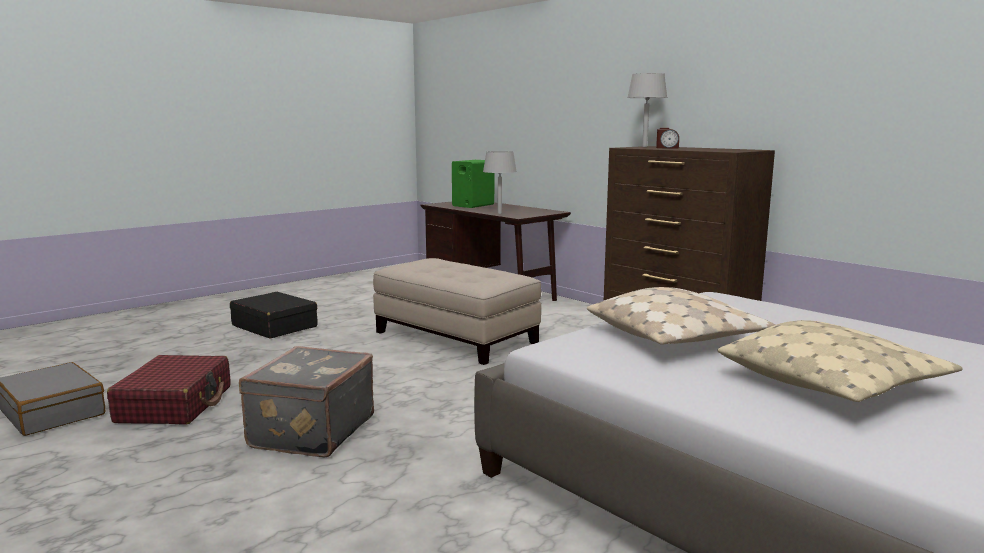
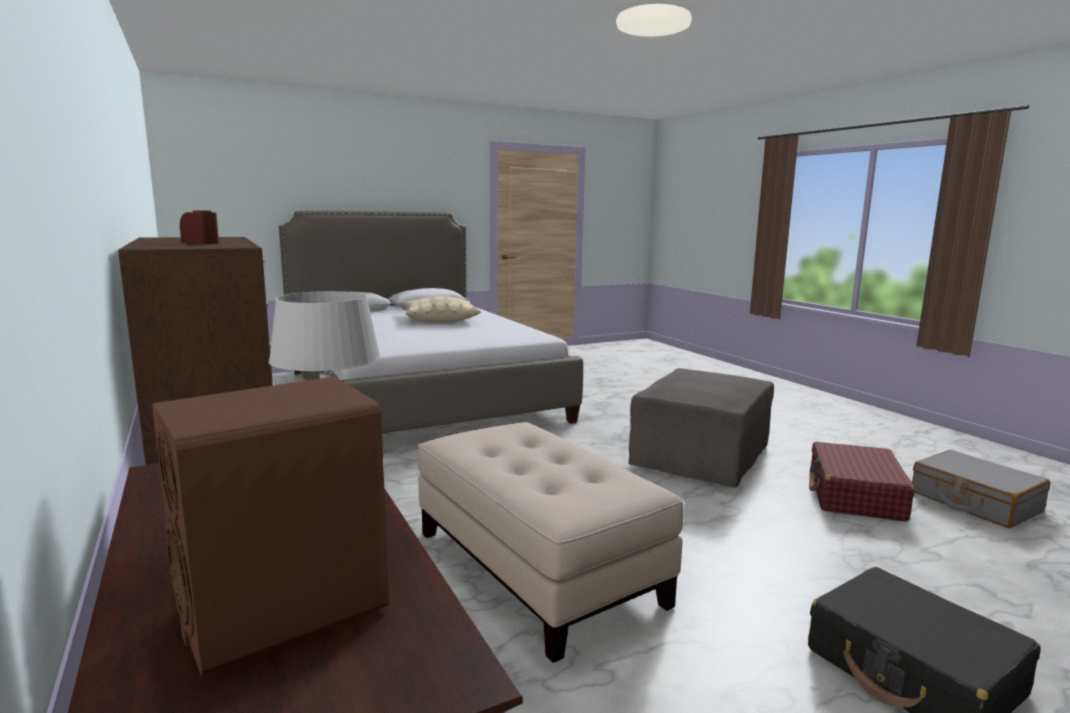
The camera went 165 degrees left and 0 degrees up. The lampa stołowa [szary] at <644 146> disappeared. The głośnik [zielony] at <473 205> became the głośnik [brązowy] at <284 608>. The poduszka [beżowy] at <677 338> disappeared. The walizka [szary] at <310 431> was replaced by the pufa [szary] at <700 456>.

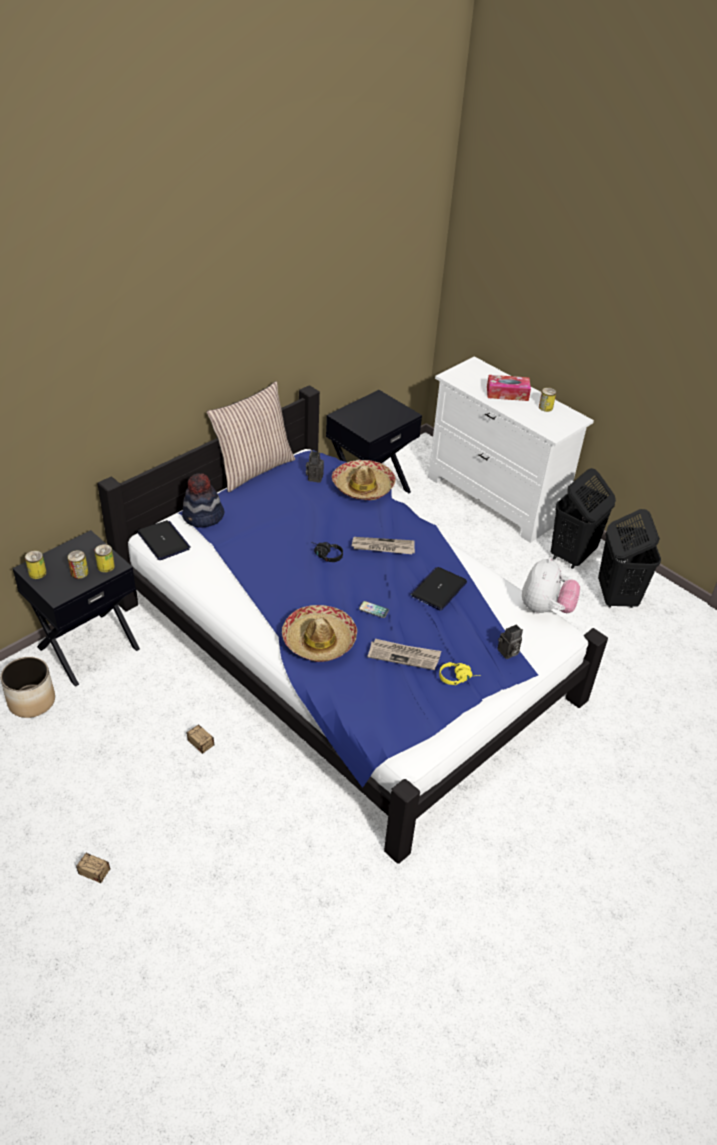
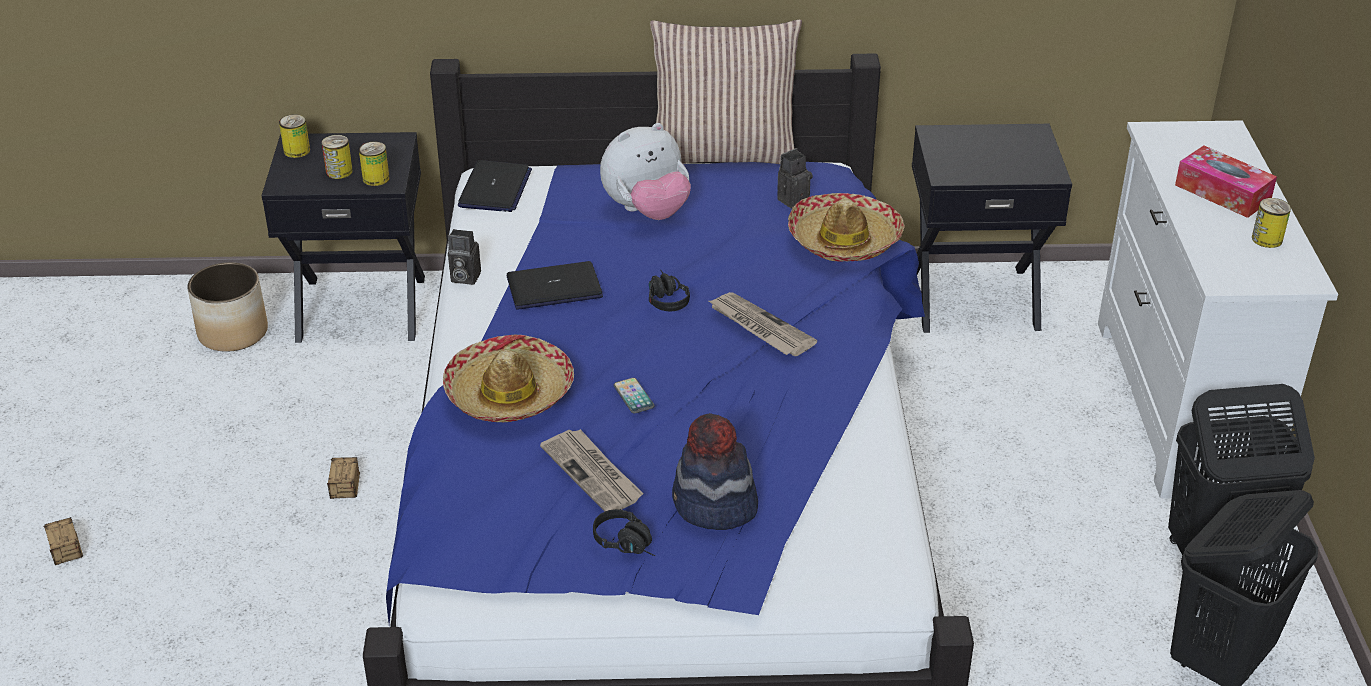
The camera went 45 degrees right and 5 degrees down. The kapelusz moved from <203 517> to <714 506>. The pluszak moved from <545 608> to <647 211>. The laptop moved from <438 589> to <554 287>. The aparat fotograficzny moved from <507 653> to <463 277>. The słuchawki [żółty] at <458 677> became the słuchawki [czarny] at <629 544>.

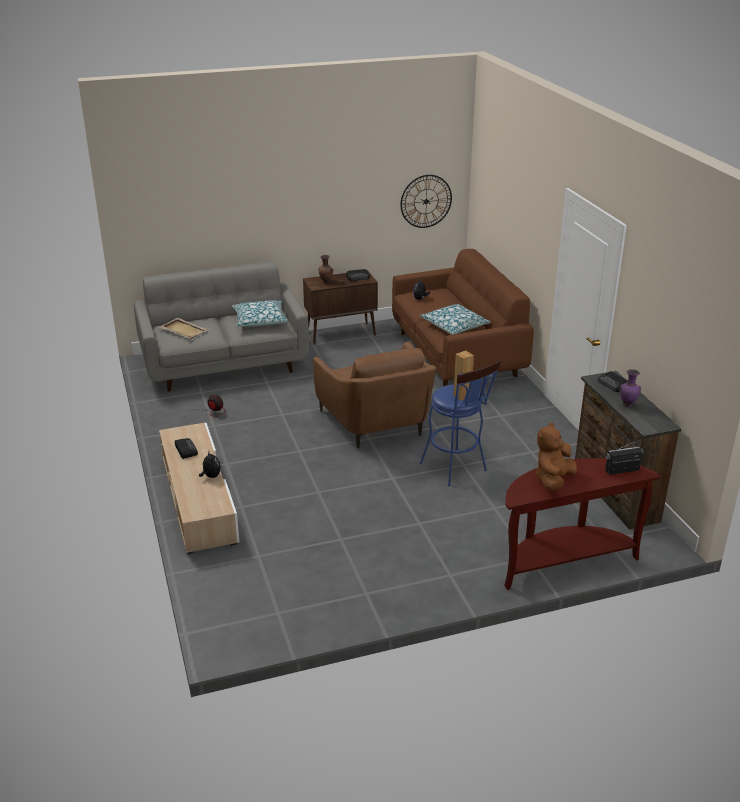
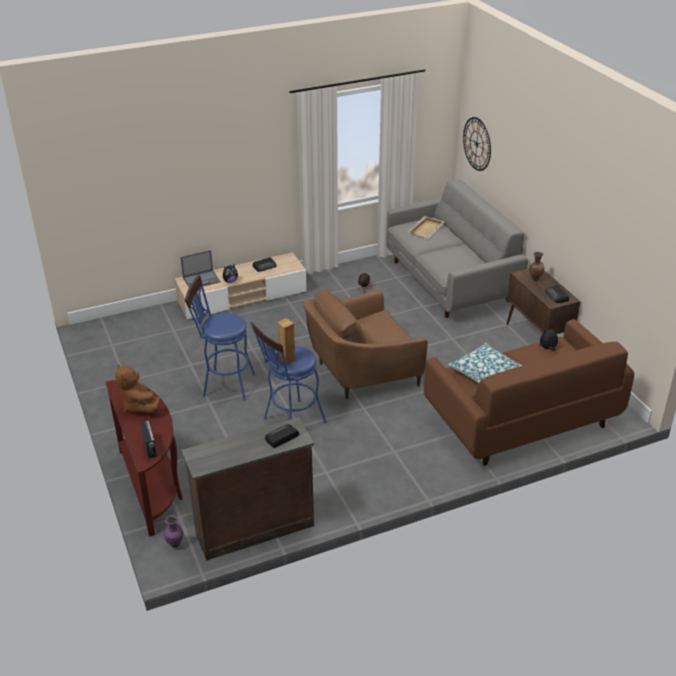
The camera went 85 degrees right and 5 degrees up. The zegar ścienny moved from <426 201> to <477 144>. The poduszka at <260 320> disappeared. The wazon [fioletowy] moved from <628 404> to <175 545>. The pluszak [brązowy] at <553 480> turned 150 degrees counterclockwise. The laptop at <202 279> appeared. The stołek [niebieski] at <224 384> appeared.

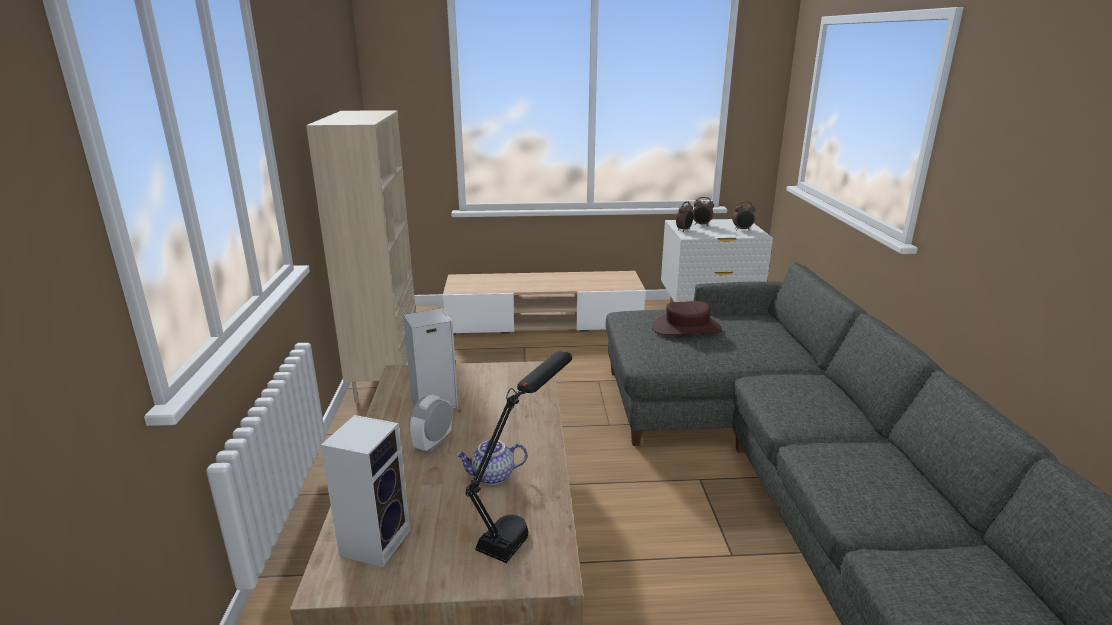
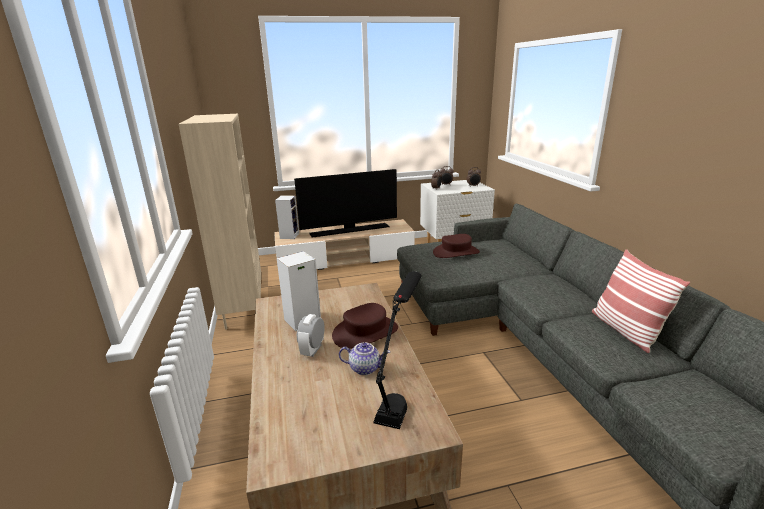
The camera went 10 degrees left and 0 degrees up. The głośnik moved from <375 540> to <289 235>. The imbryk at <492 477> turned 150 degrees counterclockwise. The telewizor at <350 230> appeared. The poduszka at <625 330> appeared. The kapelusz [brązowy] at <365 332> appeared.

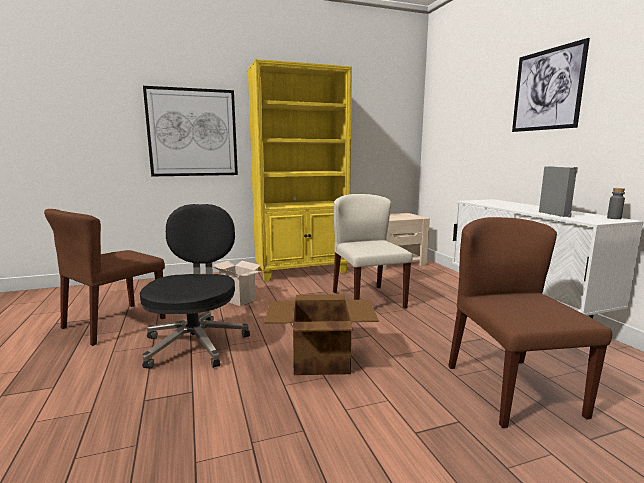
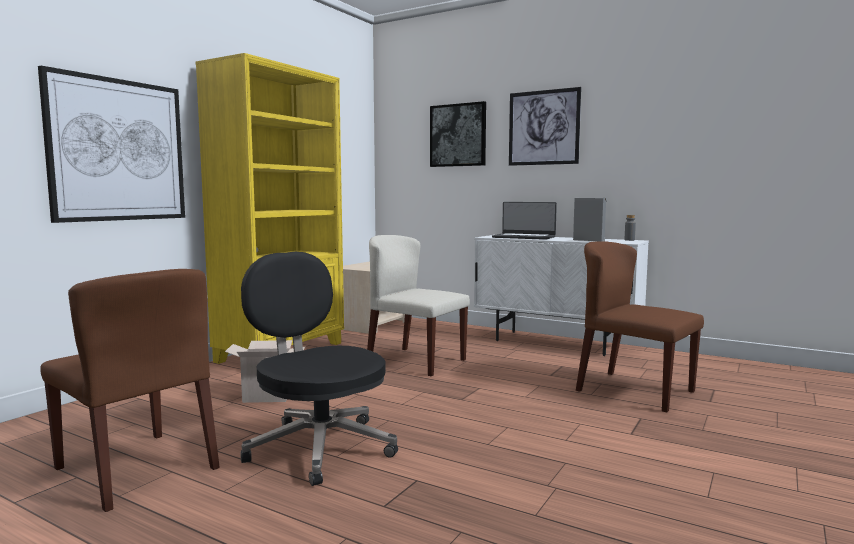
The camera went 40 degrees left and 5 degrees down. The krzesło [brązowy] at <114 323> turned 45 degrees counterclockwise. The karton at <320 359> disappeared. The obraz at <458 135> appeared. The laptop at <524 237> appeared.

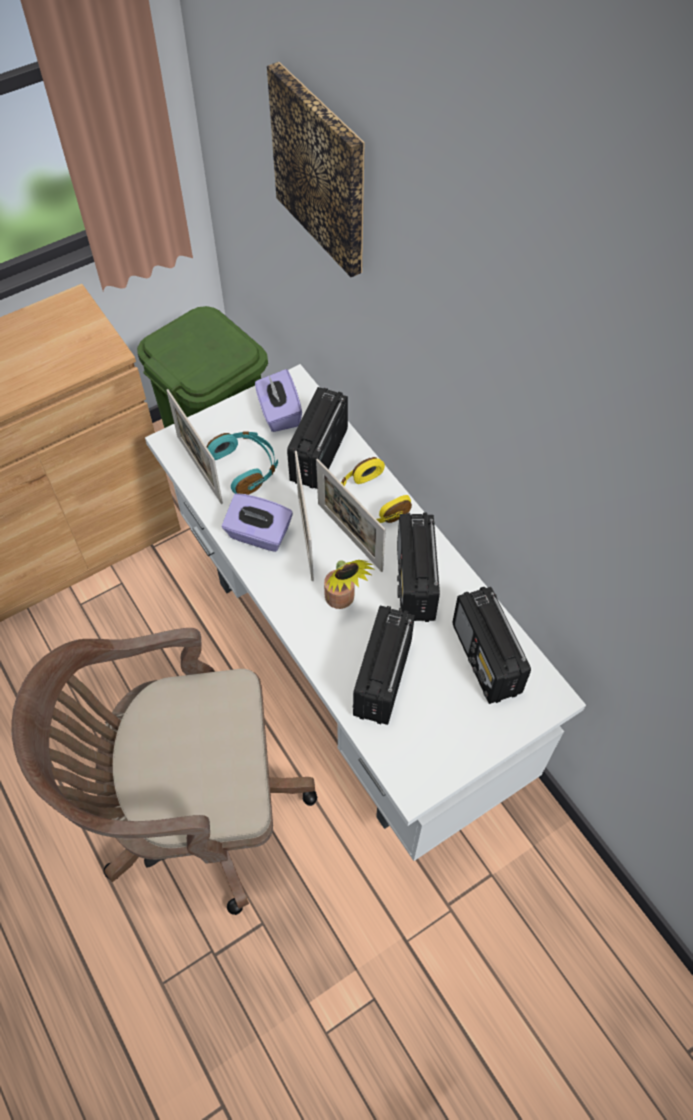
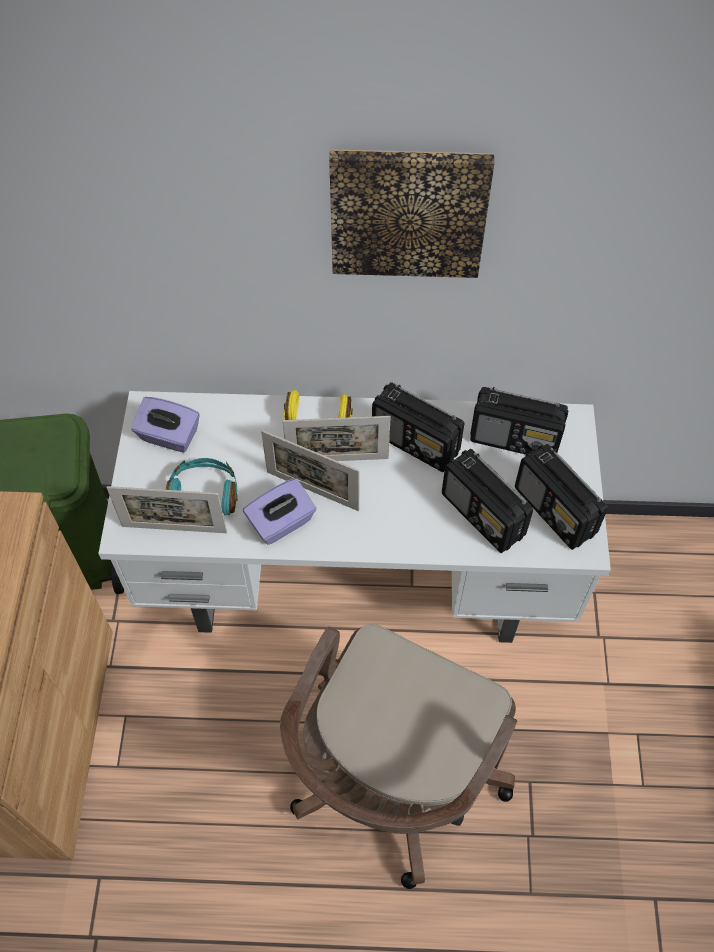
The camera went 55 degrees left and 0 degrees up. The obraz moved from <322 170> to <408 212>. The radio moved from <318 456> to <555 512>. The roślina doniczkowa at <342 601> disappeared.

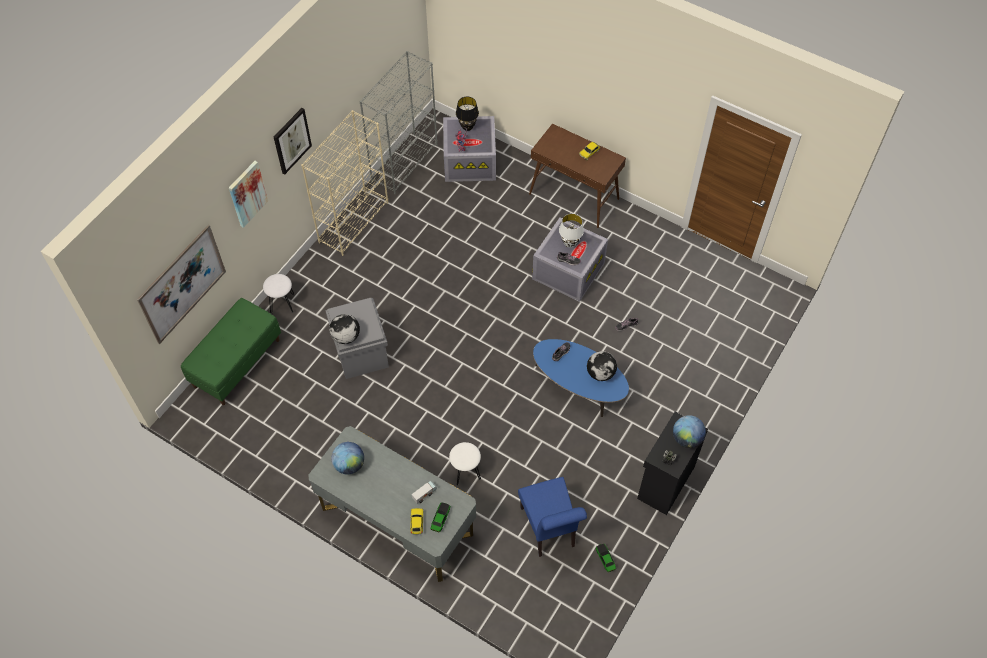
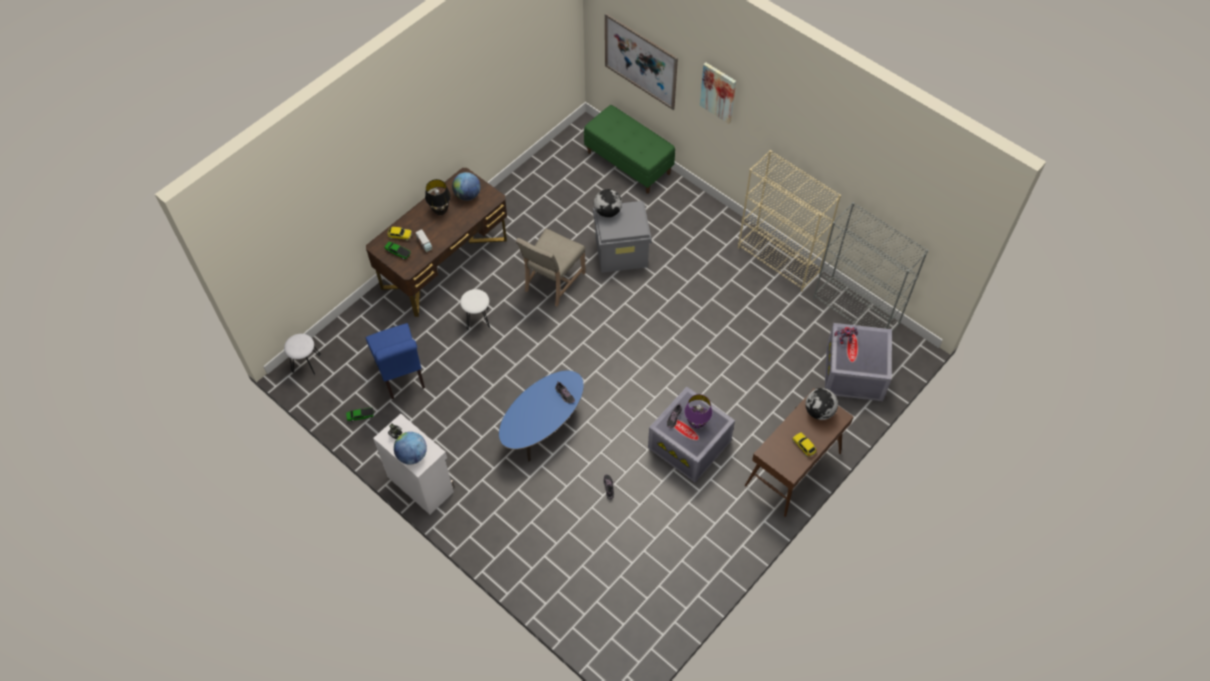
The camera went 100 degrees right and 0 degrees up. The lampa stołowa [czarny] moved from <467 127> to <440 211>. The obraz at <291 140> disappeared. The lampa stołowa [biały] at <569 244> became the lampa stołowa [fioletowy] at <696 423>. The stołek [biały] moved from <282 303> to <306 363>. The globus moved from <601 373> to <819 411>. The szafka [czarny] at <664 482> became the szafka [biały] at <421 483>. The biurko [szary] at <397 521> became the biurko [brązowy] at <445 263>. The krzesło [niebieski] at <549 530> turned 105 degrees counterclockwise. The krzesło [beżowy] at <552 282> appeared.

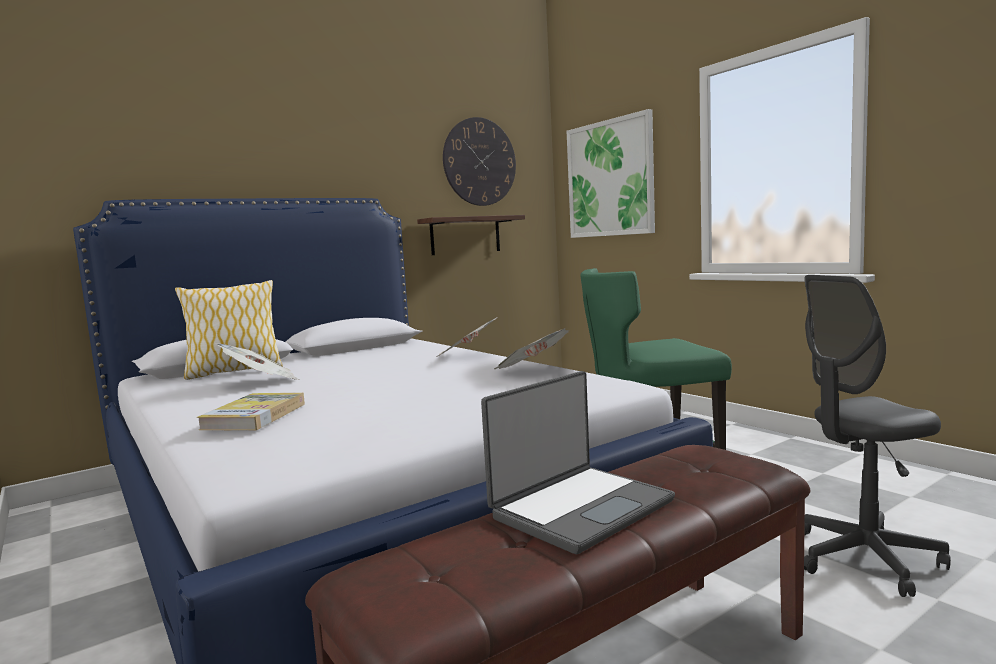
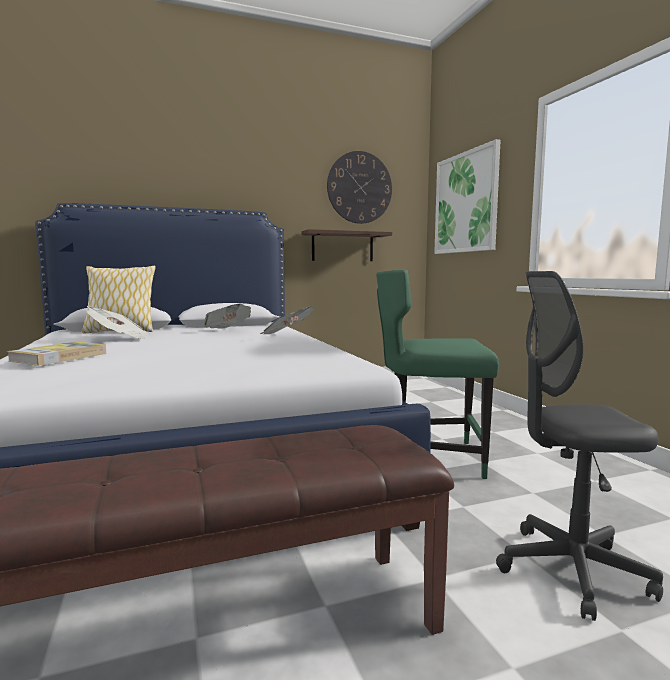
The camera went 15 degrees right and 0 degrees up. The gazeta moved from <532 370> to <227 330>. The laptop at <580 508> disappeared.

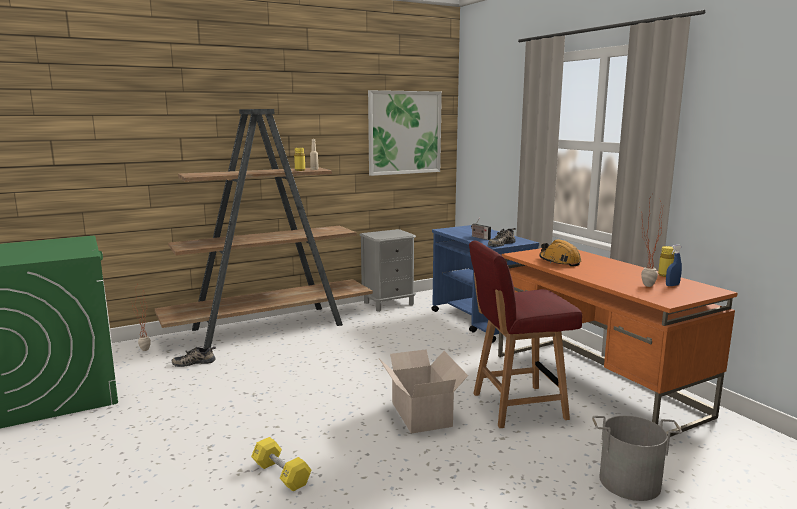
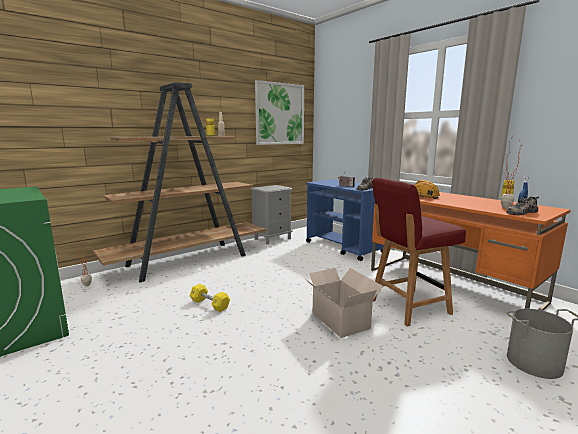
The camera went 10 degrees left and 0 degrees up. The but moved from <194 362> to <521 212>. The hantel [żółty] moved from <281 474> to <210 304>.

